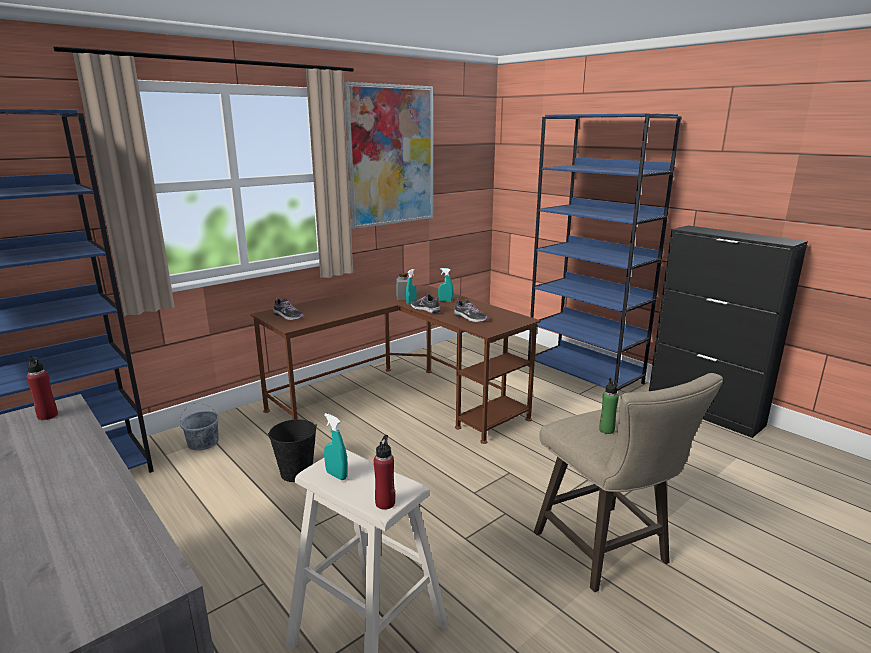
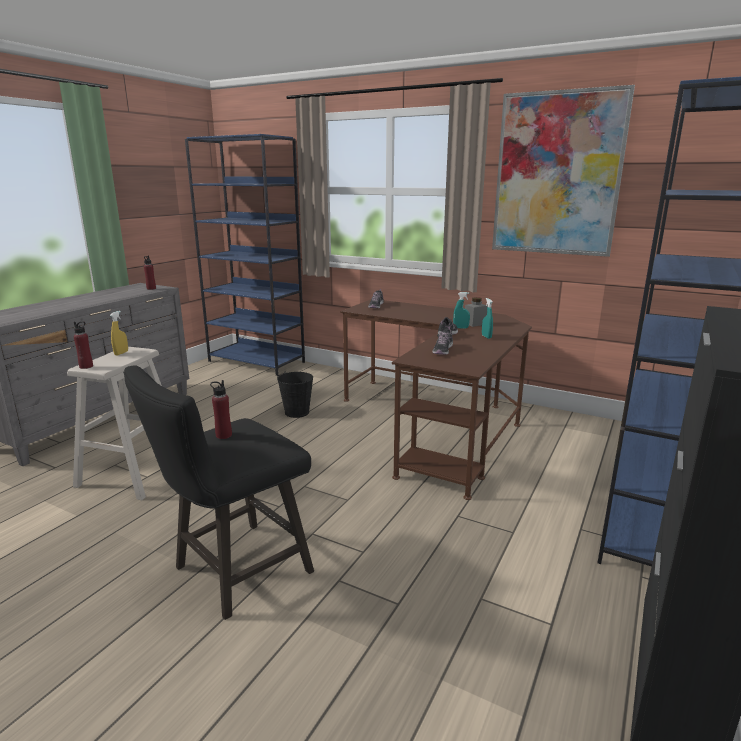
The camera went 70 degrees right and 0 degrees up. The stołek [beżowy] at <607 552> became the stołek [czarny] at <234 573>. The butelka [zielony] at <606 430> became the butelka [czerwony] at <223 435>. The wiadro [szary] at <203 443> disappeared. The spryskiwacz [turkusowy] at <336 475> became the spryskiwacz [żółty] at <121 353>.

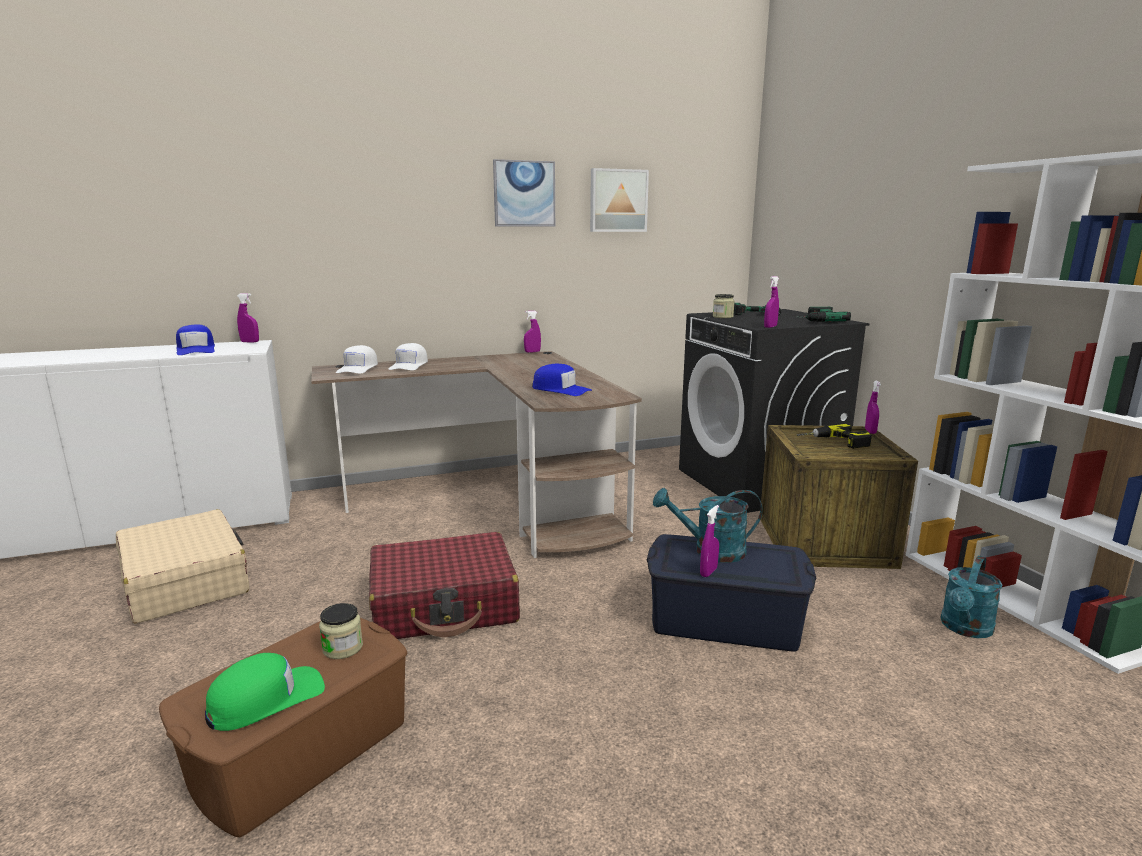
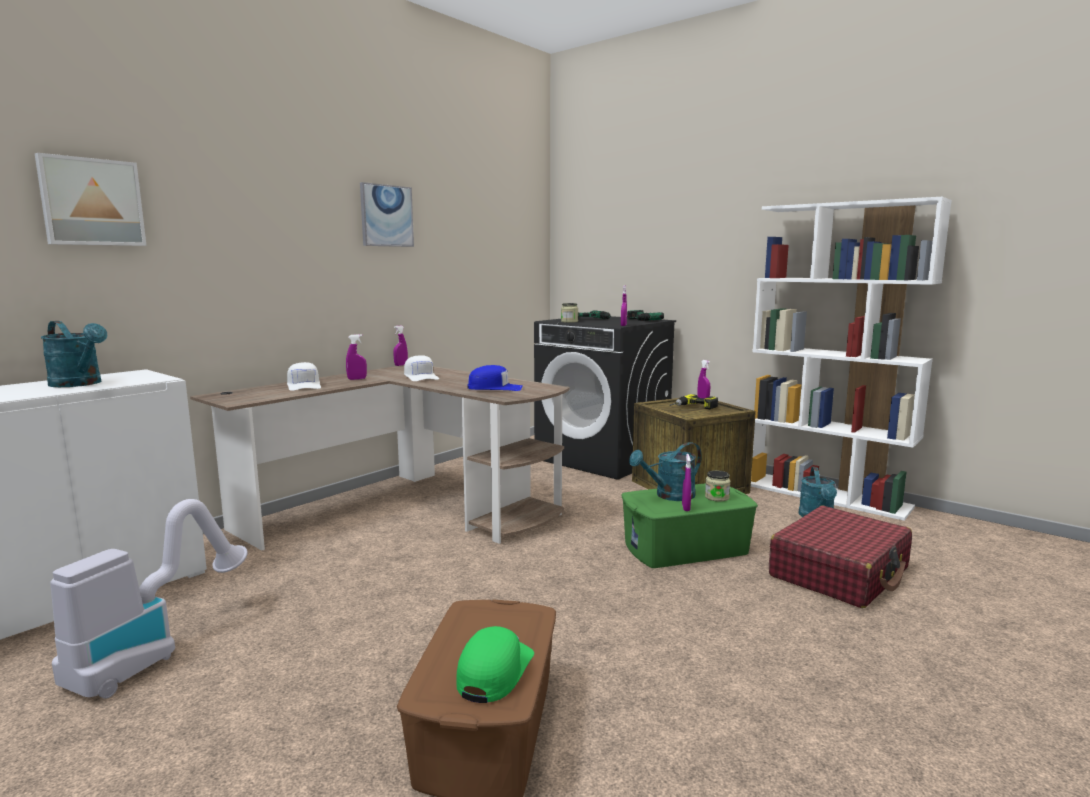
The camera went 30 degrees left and 5 degrees down. The obraz moved from <617 201> to <91 202>. The spryskiwacz [fioletowy] moved from <250 342> to <357 379>. The czapka z daszkiem [niebieski] at <196 350> was replaced by the konewka [turkusowy] at <80 384>. The czapka z daszkiem [biały] moved from <358 368> to <421 377>. The walizka [beżowy] at <186 581> was replaced by the odkurzacz at <153 651>. The walizka [czerwony] moved from <445 605> to <839 572>. The pojemnik do przechowywania [niebieski] at <725 620> became the pojemnik do przechowywania [zielony] at <686 548>. The słoik moved from <343 648> to <717 497>.

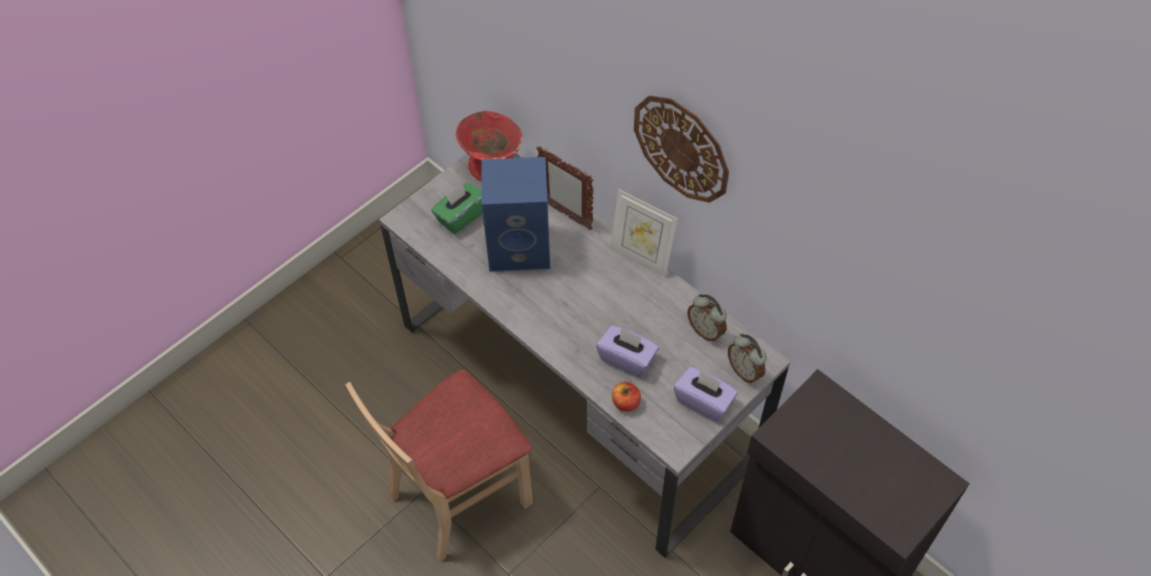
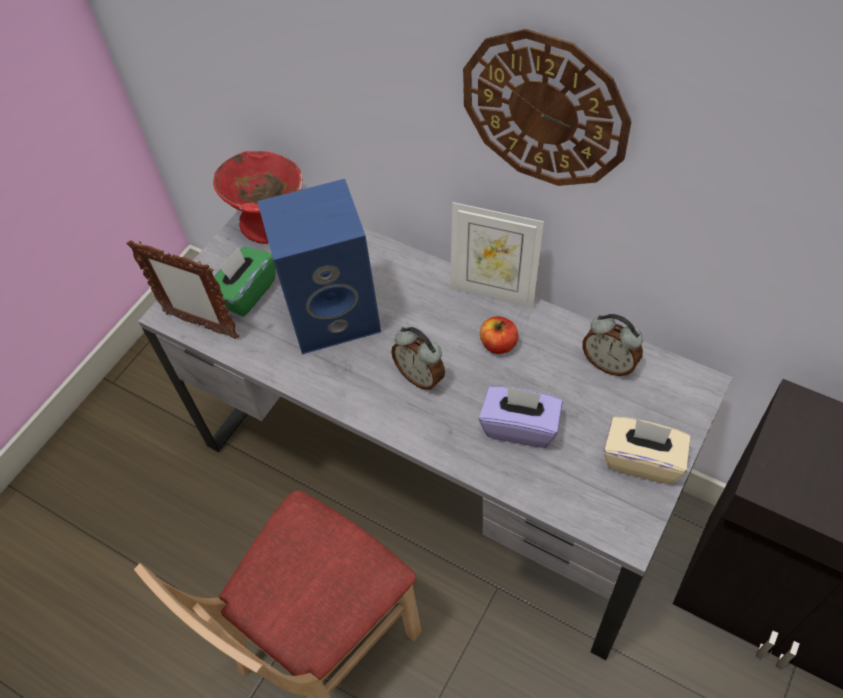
The camera went 10 degrees left and 0 degrees up. The ramka na zdjęcie moved from <566 214> to <201 325>. The budzik moved from <745 371> to <421 376>. The pudełko chusteczek [fioletowy] at <704 401> became the pudełko chusteczek [beżowy] at <642 460>. The jabłko moved from <625 403> to <498 344>.

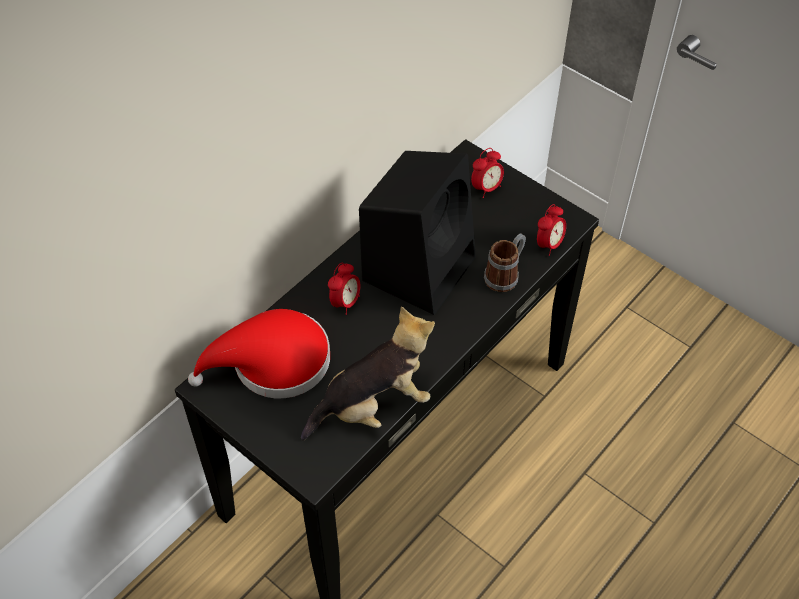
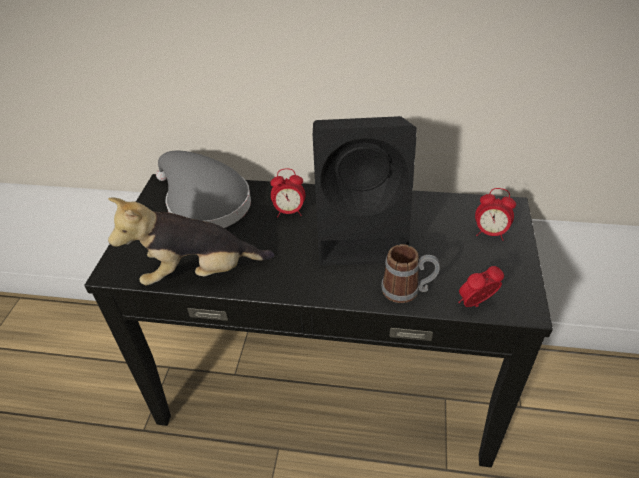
The camera went 60 degrees right and 10 degrees down. The budzik at <549 244> turned 150 degrees clockwise. The pluszak at <374 405> turned 135 degrees clockwise. The kapelusz [czerwony] at <273 363> became the kapelusz [szary] at <204 204>.

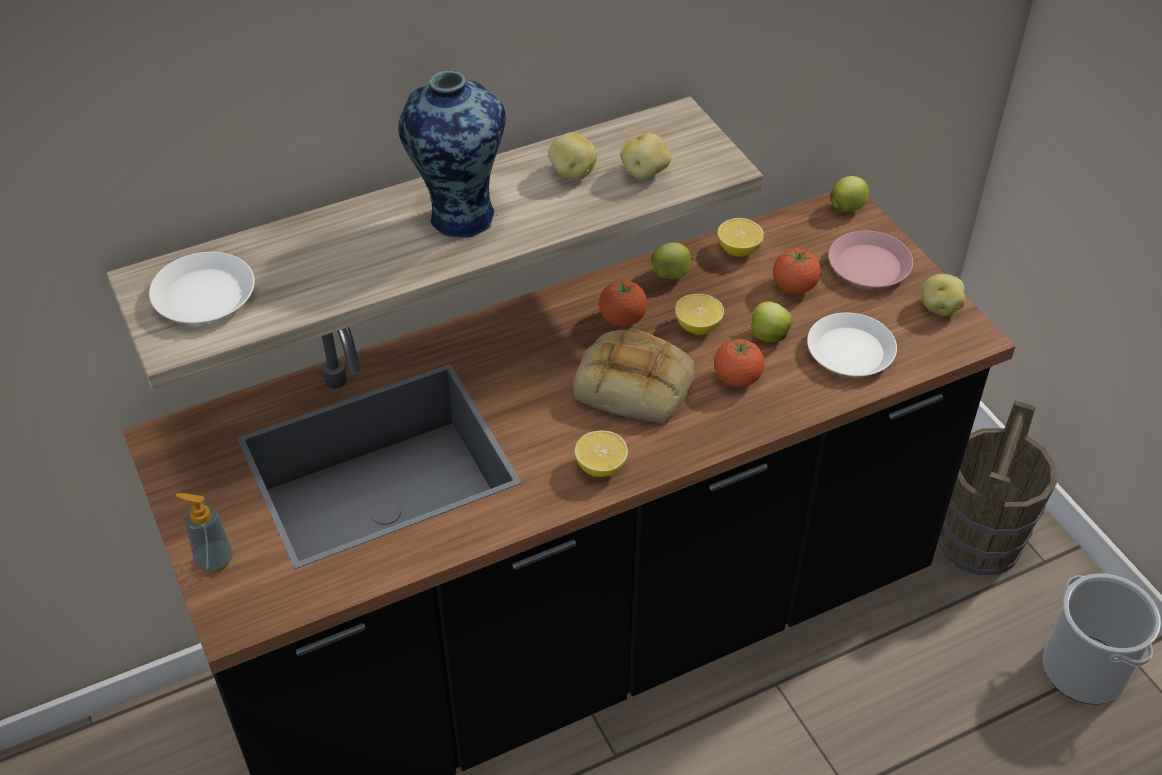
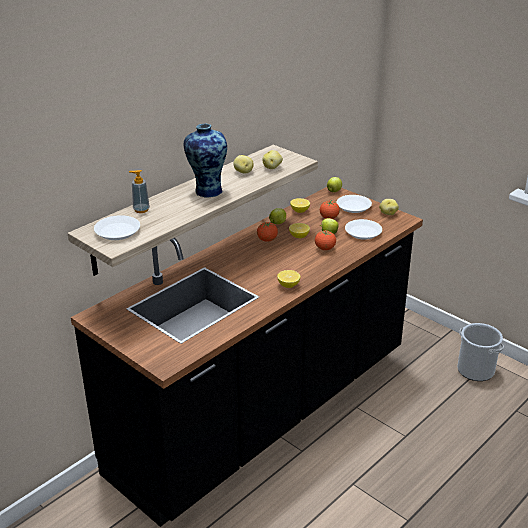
The camera went 20 degrees left and 15 degrees down. The talerz [różowy] at <868 266> became the talerz [biały] at <353 206>. The chleb at <637 384> disappeared. The wiadro [brązowy] at <979 540> disappeared. The dozownik mydła moved from <214 560> to <141 210>.

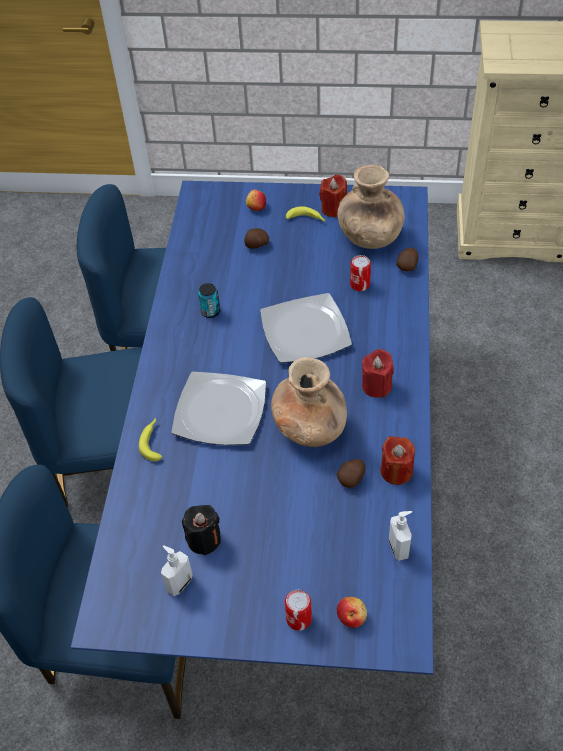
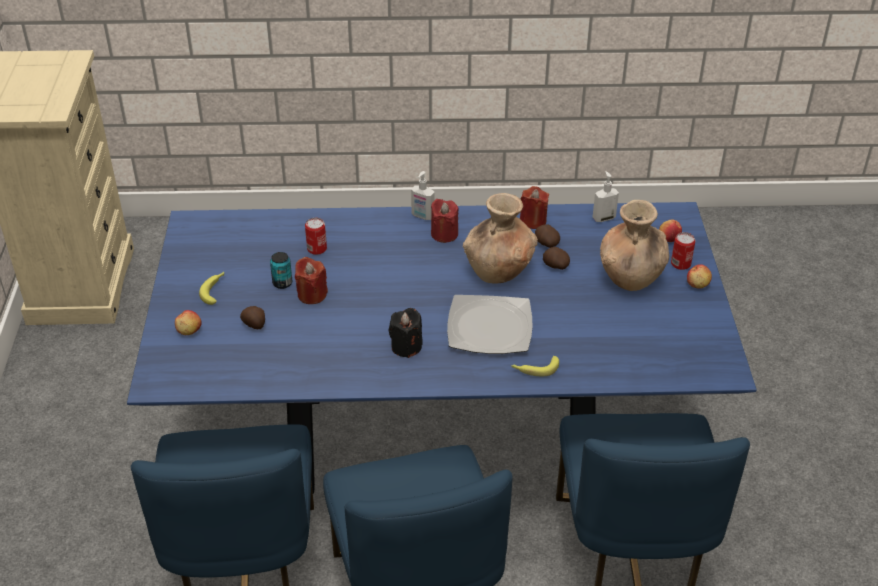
The camera went 100 degrees left and 10 degrees down. The wazon [brązowy] moved from <369 236> to <631 277>. The świeca [czerwony] moved from <333 208> to <312 294>. The ziemniak moved from <407 266> to <555 266>. The puszka moved from <210 312> to <282 283>. The talerz at <304 331> disappeared. The świeca [czarny] moved from <204 539> to <406 347>. The dozownik mydła moved from <179 583> to <422 216>. The jabłko at <698 284> appeared.

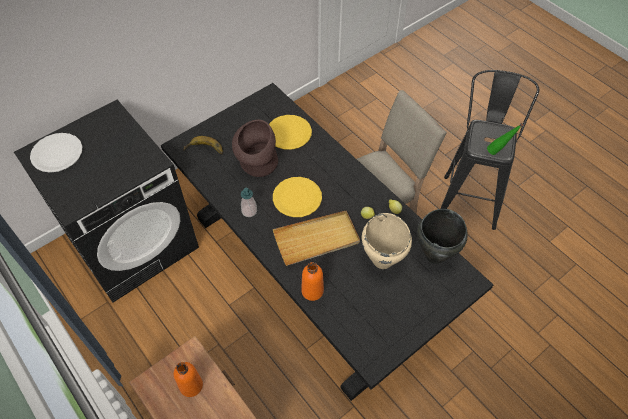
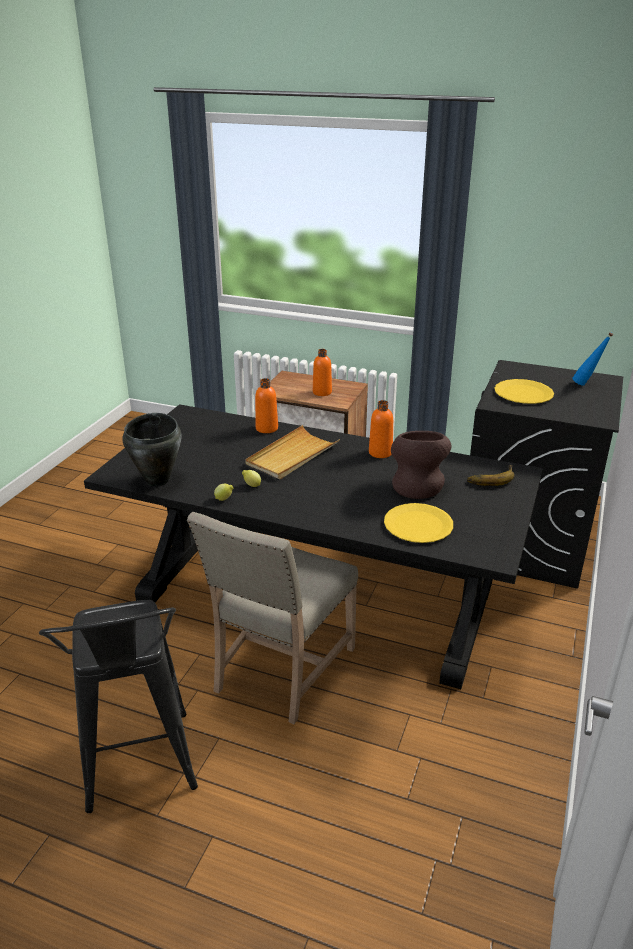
The camera went 150 degrees right and 25 degrees down. The butelka [zielony] at <498 153> disappeared. The talerz [biały] at <57 153> was replaced by the butelka [niebieski] at <586 385>. The talerz [żółty] moved from <297 198> to <523 393>. The dozownik mydła at <249 211> was replaced by the butelka [pomarańczowy] at <380 453>. The garnek [beżowy] at <382 260> disappeared.

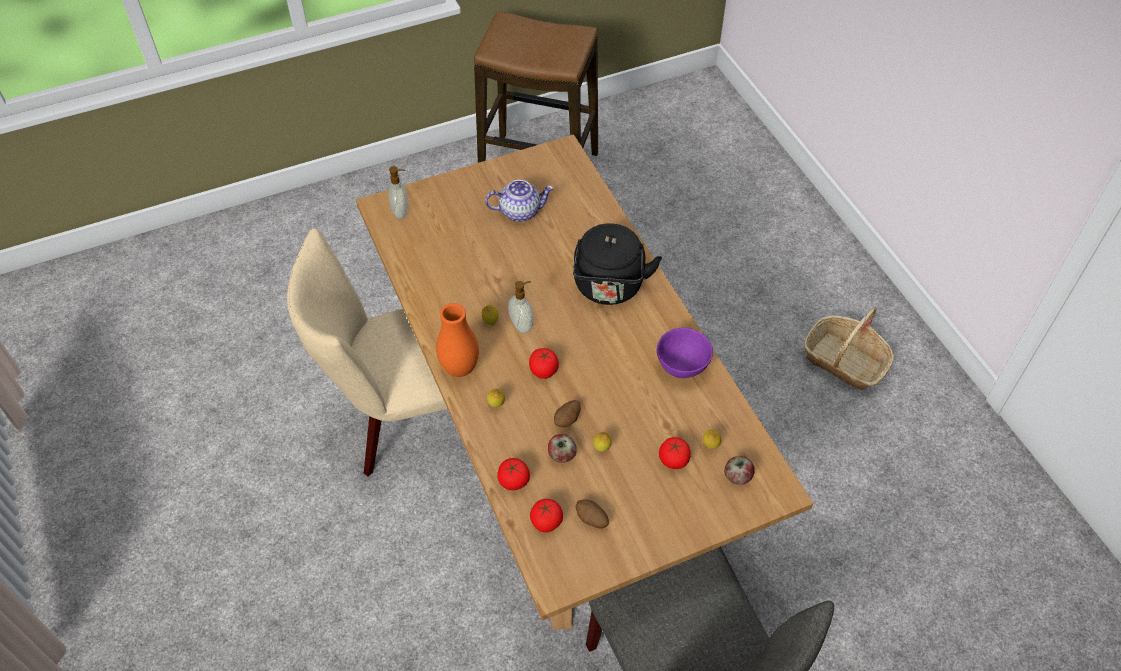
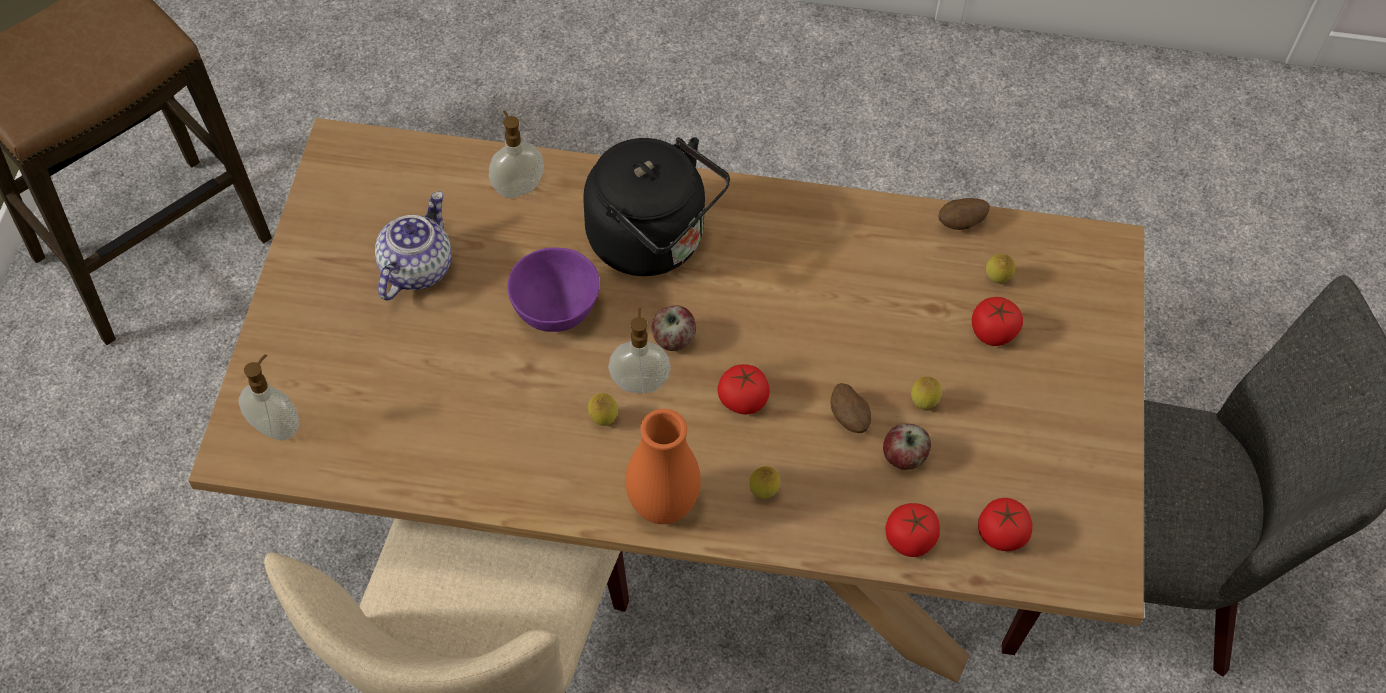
The camera went 60 degrees left and 5 degrees up. The koszyk at <844 361> disappeared. The miska [fioletowy] moved from <683 367> to <557 310>. The jabłko moved from <737 476> to <673 339>. The ziemniak moved from <591 519> to <961 223>. The dozownik mydła at <517 187> appeared.

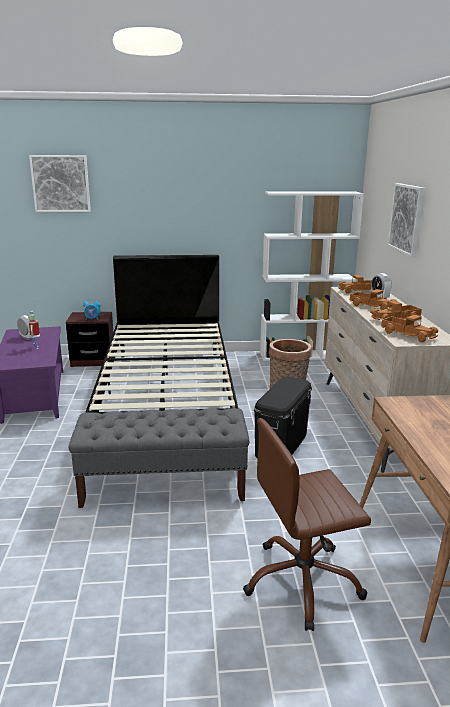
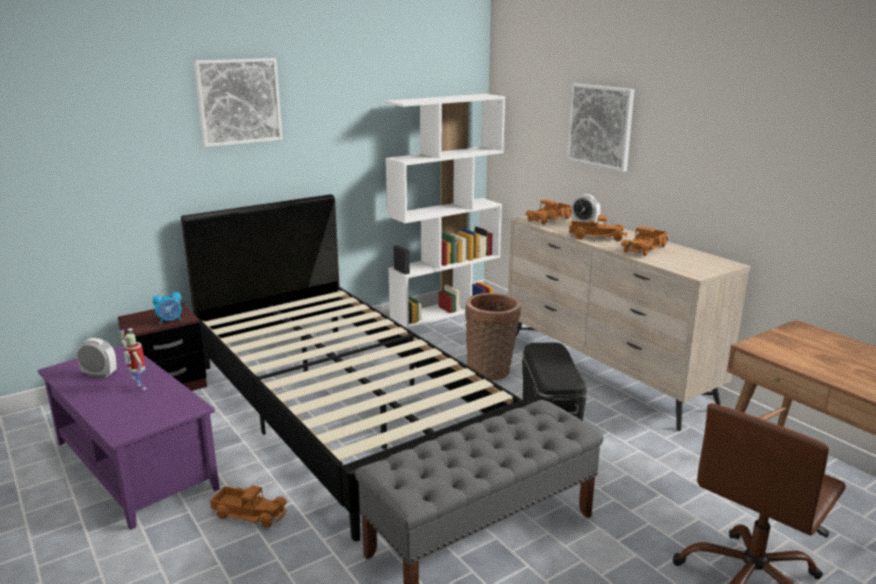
The camera went 30 degrees left and 0 degrees up. The obraz moved from <61 183> to <239 101>. The ciężarówka zabawkowa moved from <408 334> to <250 512>.

